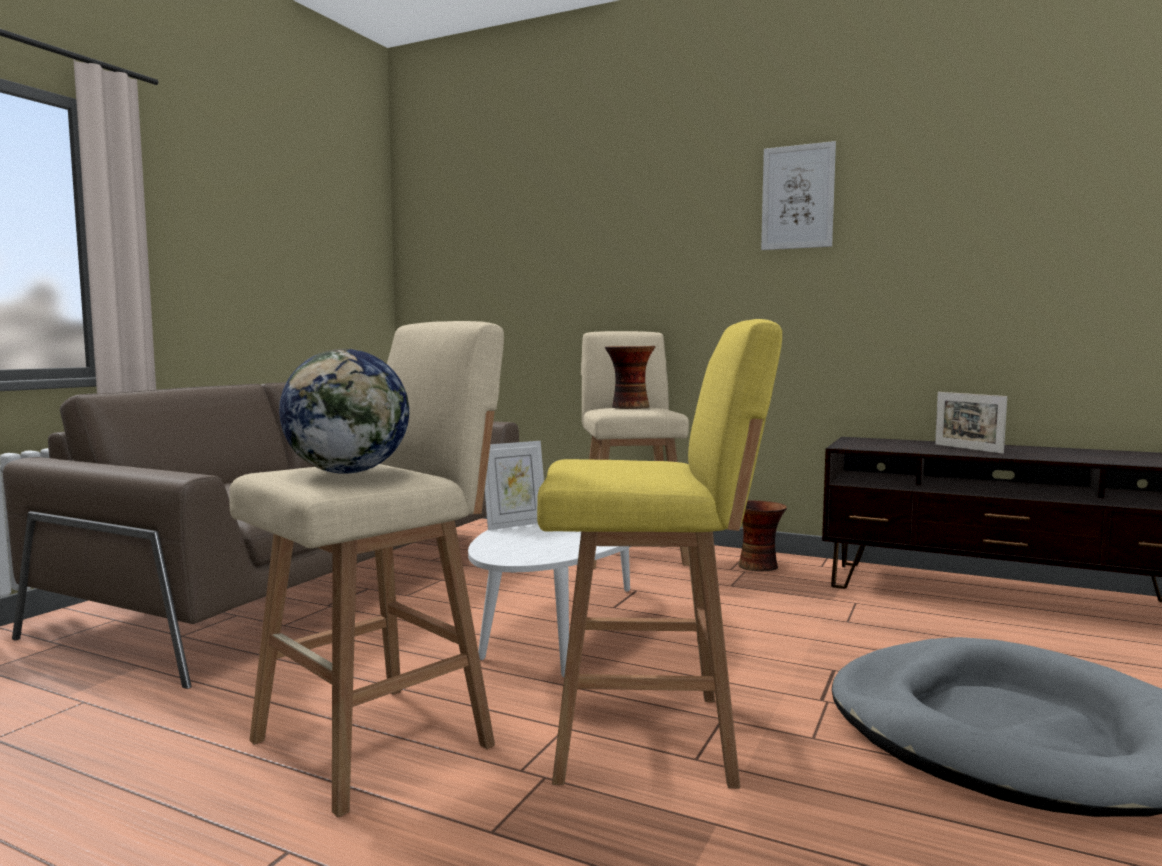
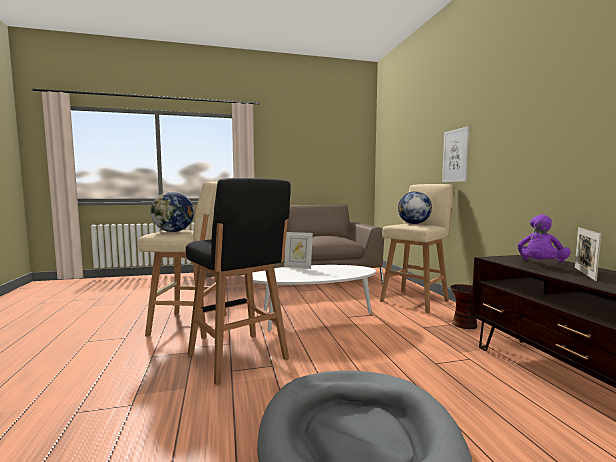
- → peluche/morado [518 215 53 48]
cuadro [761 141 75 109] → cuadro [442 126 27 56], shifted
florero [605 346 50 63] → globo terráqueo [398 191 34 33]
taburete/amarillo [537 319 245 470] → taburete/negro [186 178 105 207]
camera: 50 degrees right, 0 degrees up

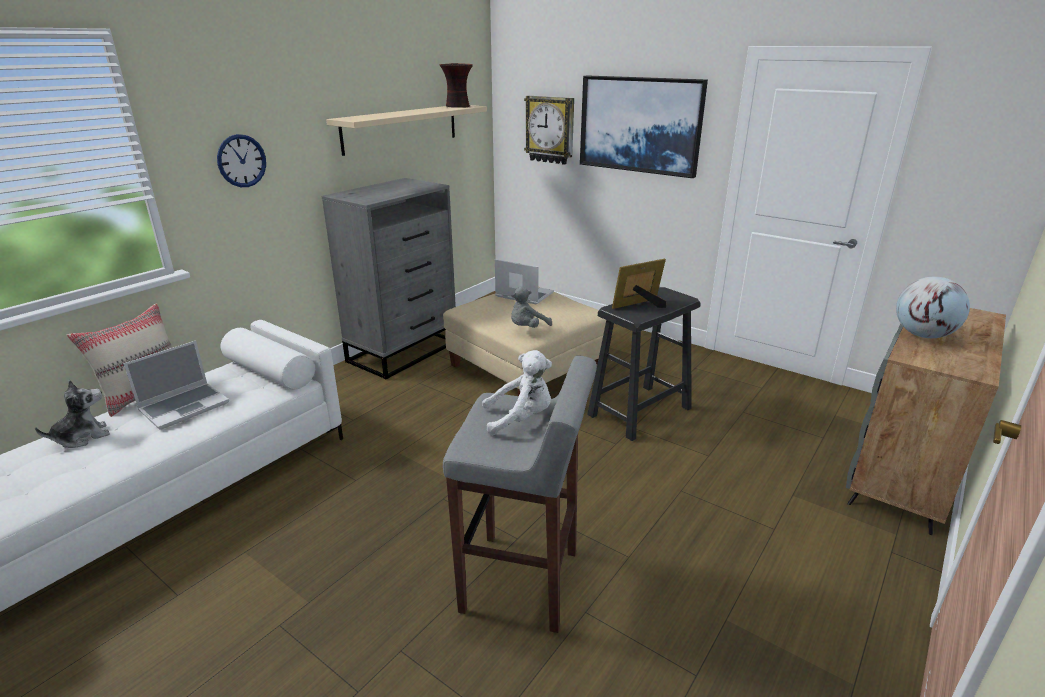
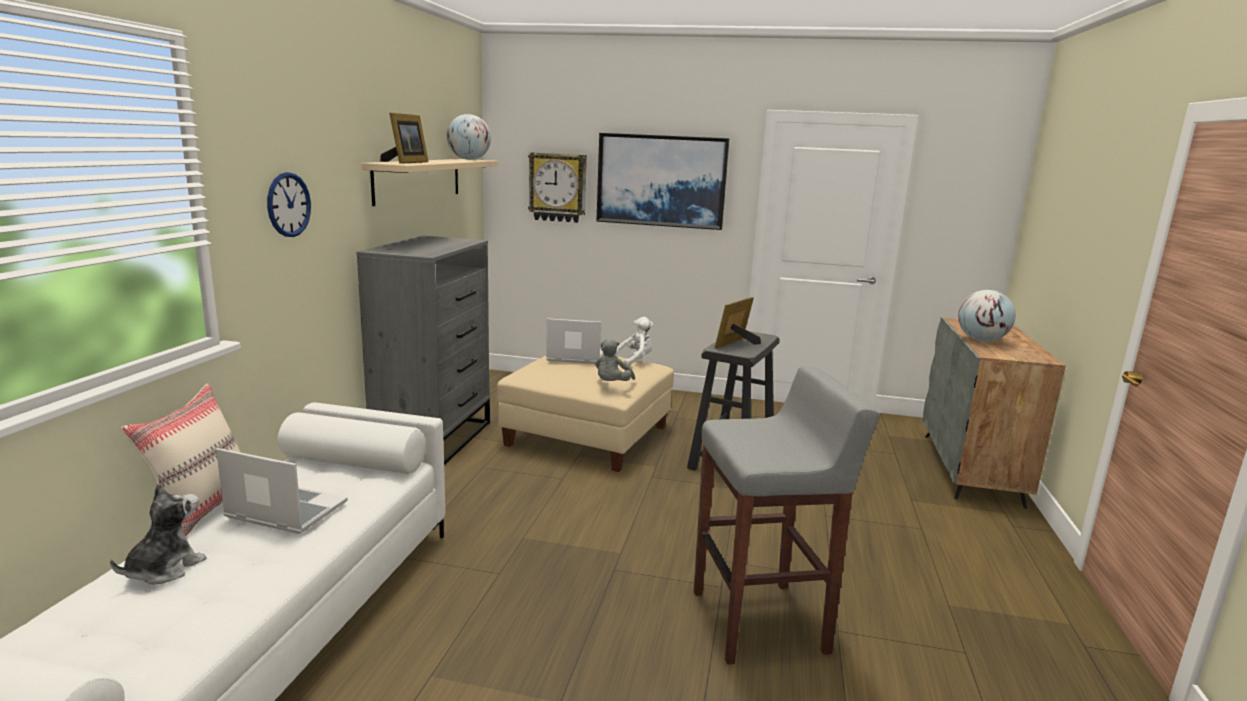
- → portarretratos [380 113 49 51]
peluche/blanco [482 350 70 86] → peluche/blanco [614 317 40 49], shifted
florero [440 63 33 45] → globo terráqueo [447 114 44 46]
portátil [123 340 106 90] → portátil [216 448 132 86], 90 degrees counterclockwise
camera: 25 degrees left, 10 degrees down

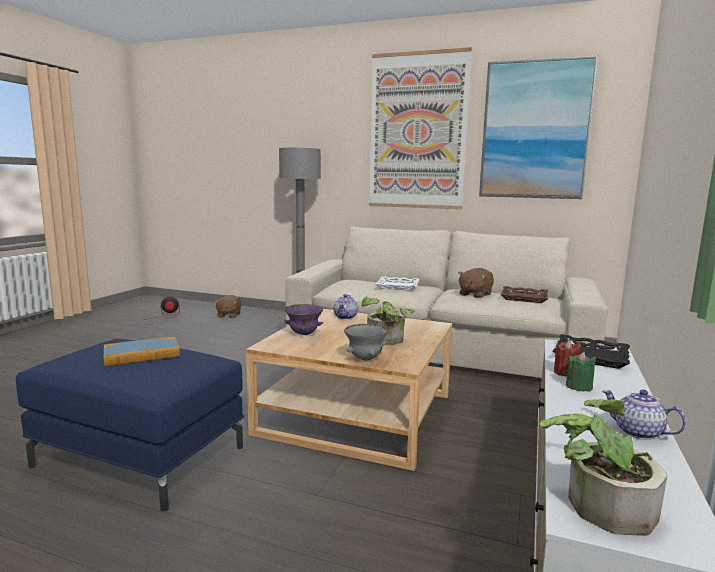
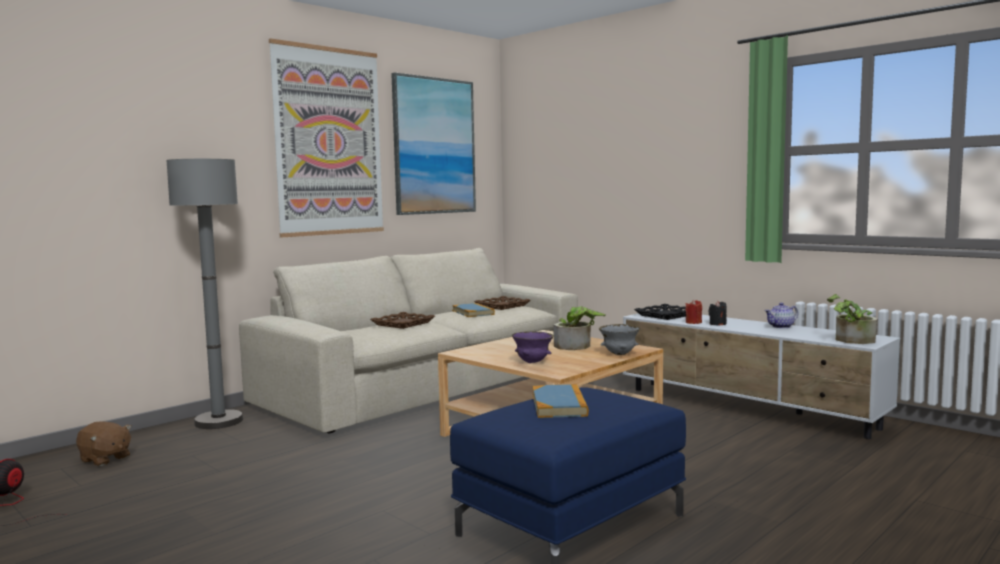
tetera [334 294 24 25] → -
peluche/marrón [458 268 36 30] → libro [452 303 43 14]
bandeja/blanco [376 276 44 15] → bandeja/marrón [370 312 65 17]
vela/verde [566 352 30 40] → vela/negro [708 301 19 25]
camera: 65 degrees left, 5 degrees down

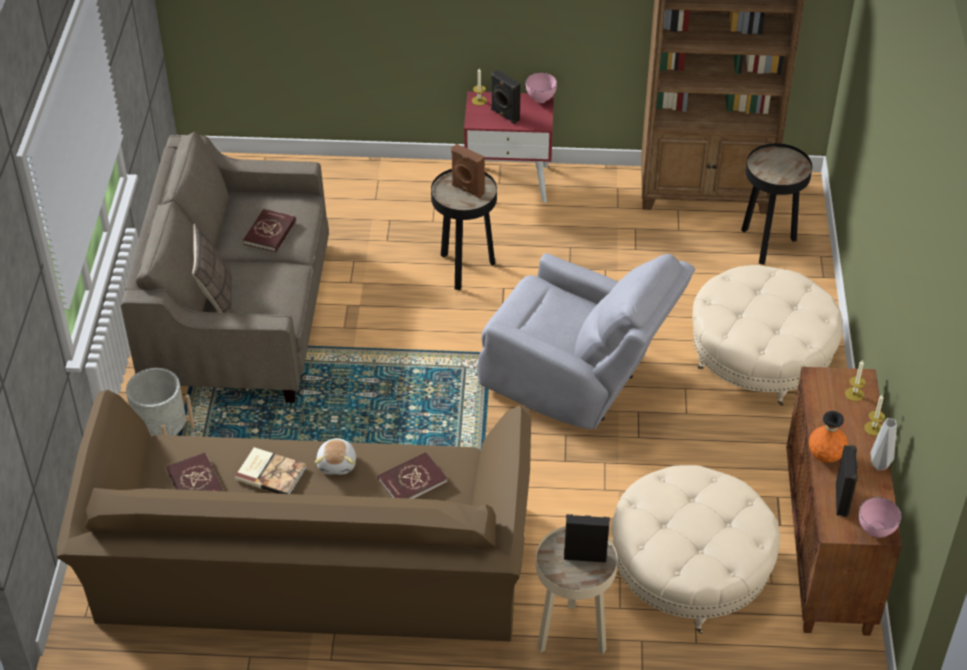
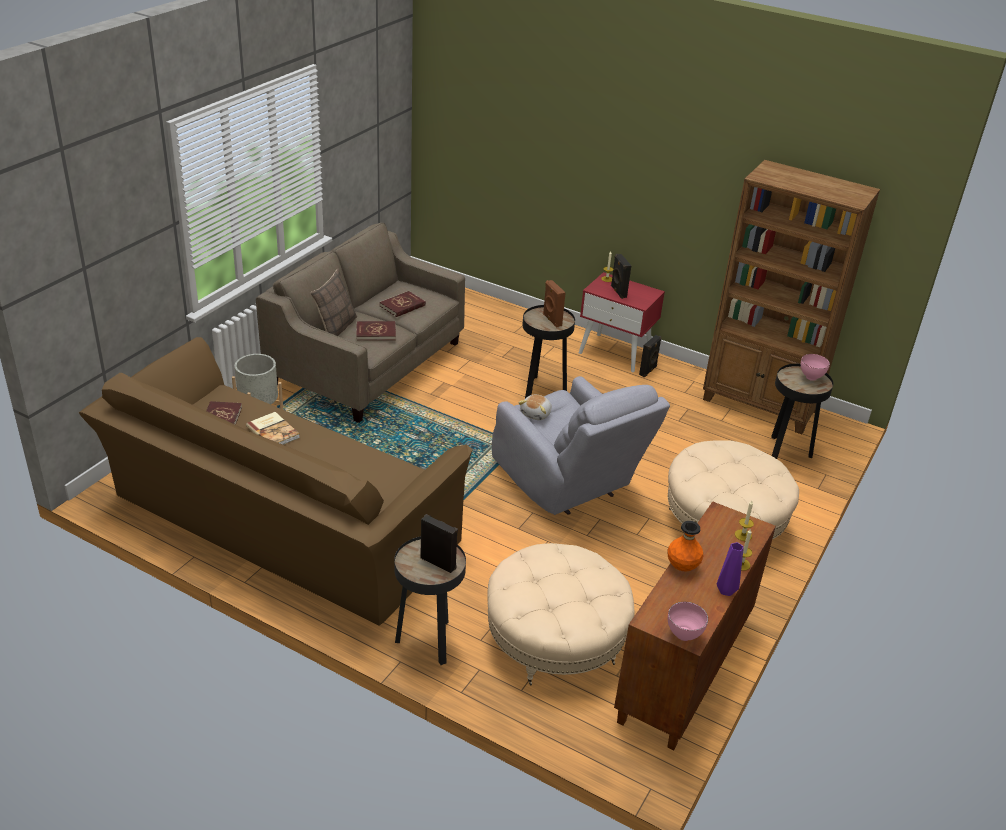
peluche [315 438 41 37] → peluche [518 395 33 25], shifted
libro/rojo [378 452 70 47] → libro/rojo [356 321 40 19], shifted
cuenco/rosa [526 73 31 30] → cuenco/rosa [801 354 29 27], shifted
altavoz/negro [836 445 22 72] → altavoz/negro [639 335 23 42], shifted
mesa auxiliar/beis [536 526 81 129] → mesa auxiliar/negro [394 536 72 129]
florero/gris [871 418 26 53] → florero/morado [717 542 27 54]
camera: 25 degrees right, 10 degrees down

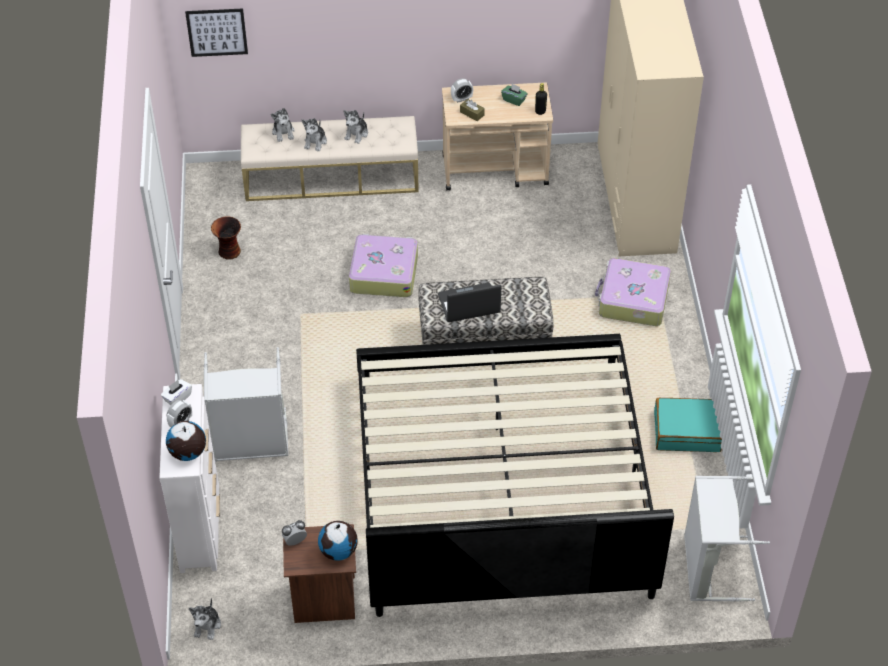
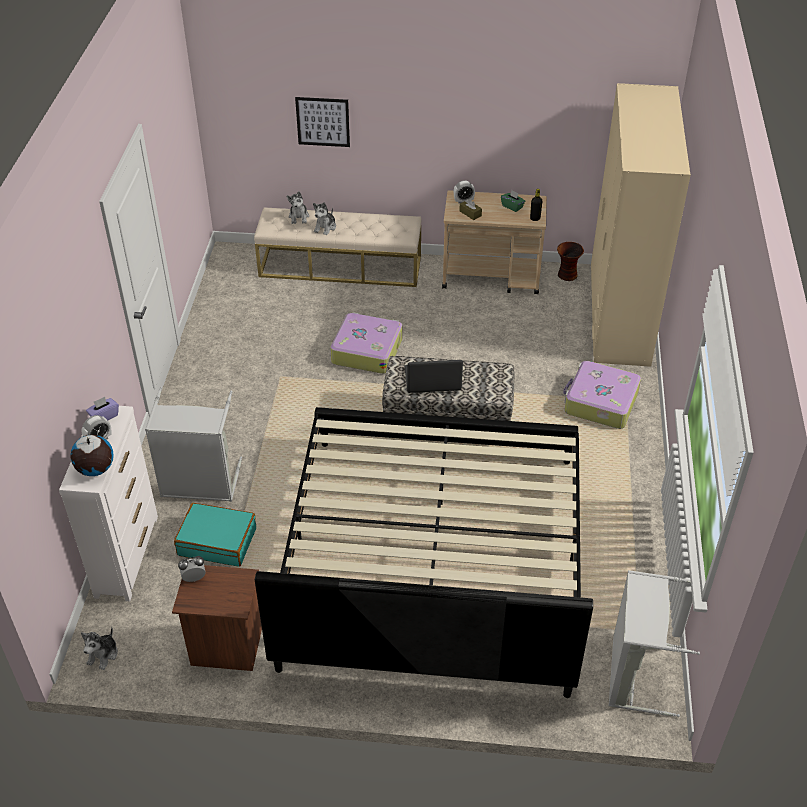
globo terráqueo [318 521 40 40] → -
peluche [343 110 25 34] → -
cuadro [185 8 63 49] → cuadro [295 97 55 50], shifted
florero [211 216 30 44] → florero [557 242 27 39], shifted
maleta/turquesa [654 398 68 54] → maleta/turquesa [174 503 82 64], shifted
caja de pañuelos/blanco [161 379 31 26] → caja de pañuelos/morado [86 397 33 23]
camera: 10 degrees right, 5 degrees down

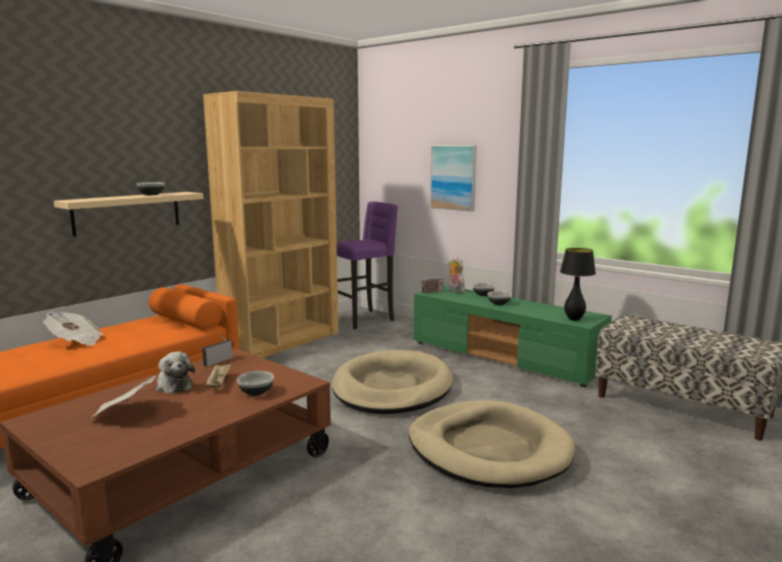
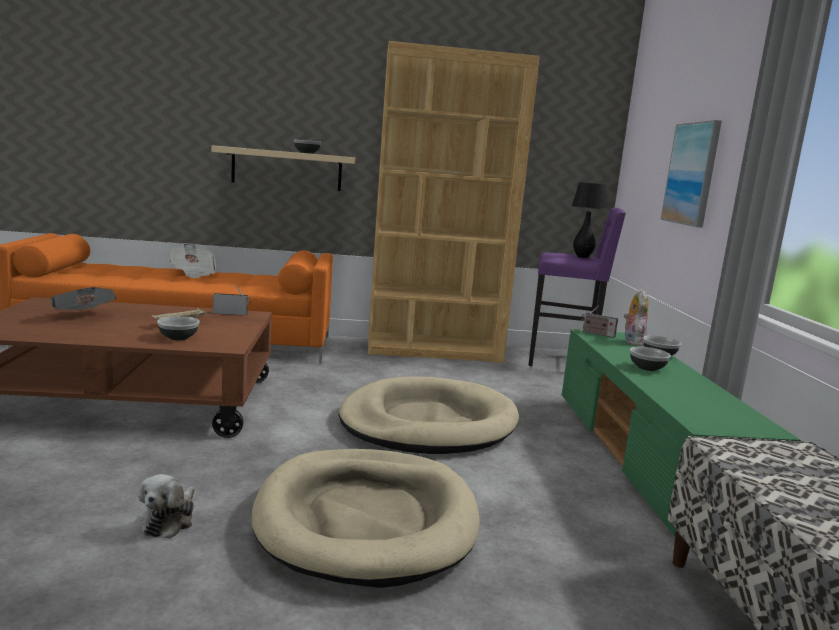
peluche [156 352 39 42] → peluche [138 474 57 65], shifted
lámpara de mesa/negro [560 248 36 73] → lámpara de mesa/negro [572 182 36 76], shifted
camera: 45 degrees right, 0 degrees up

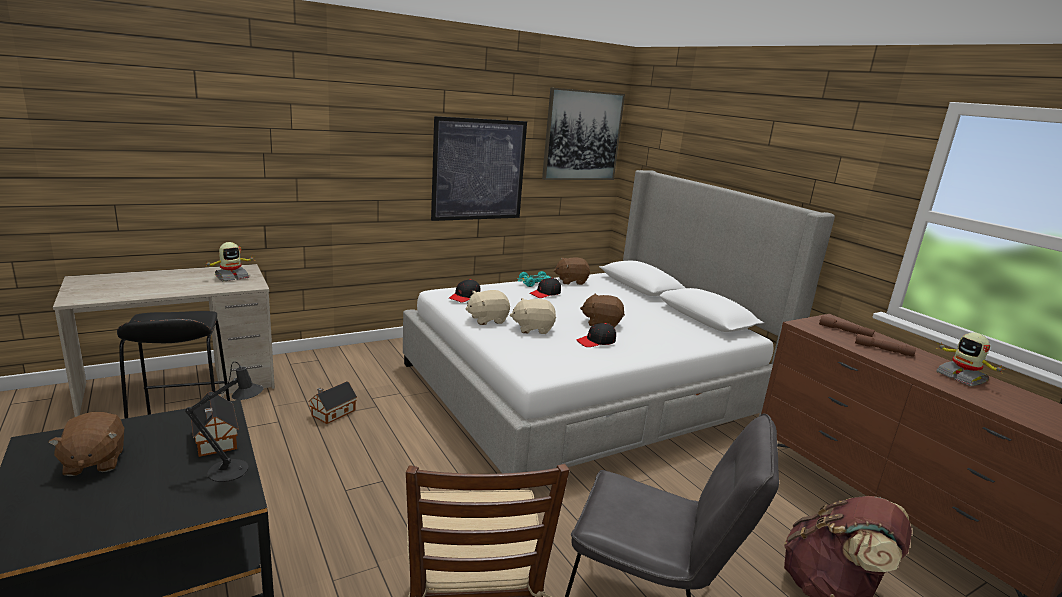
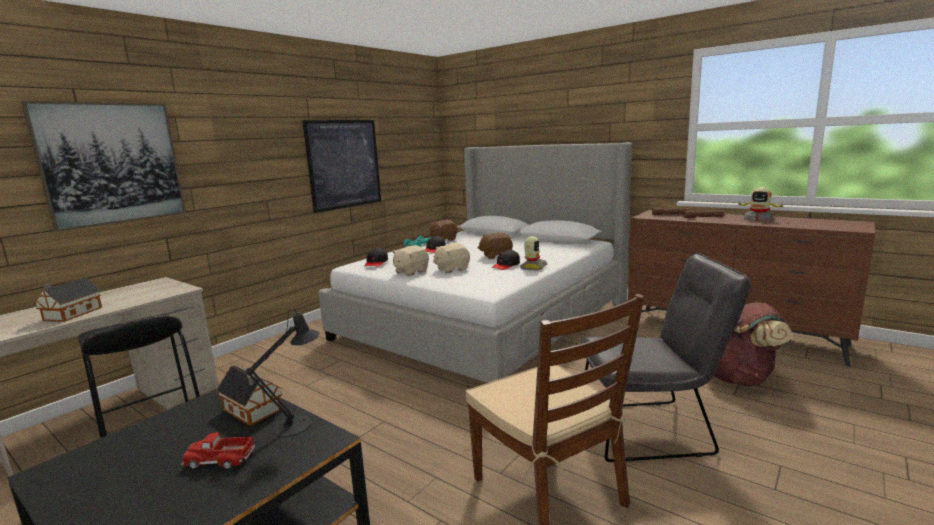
peluche/marrón [48 412 76 64] → -
- → camión de juguete [181 432 74 37]
robot de juguete [205 242 50 40] → robot de juguete [520 236 27 34], shifted
casita [308 381 49 43] → casita [34 277 68 45], shifted
cuadro [542 87 83 93] → cuadro [21 101 165 131], shifted
camera: 20 degrees left, 5 degrees down

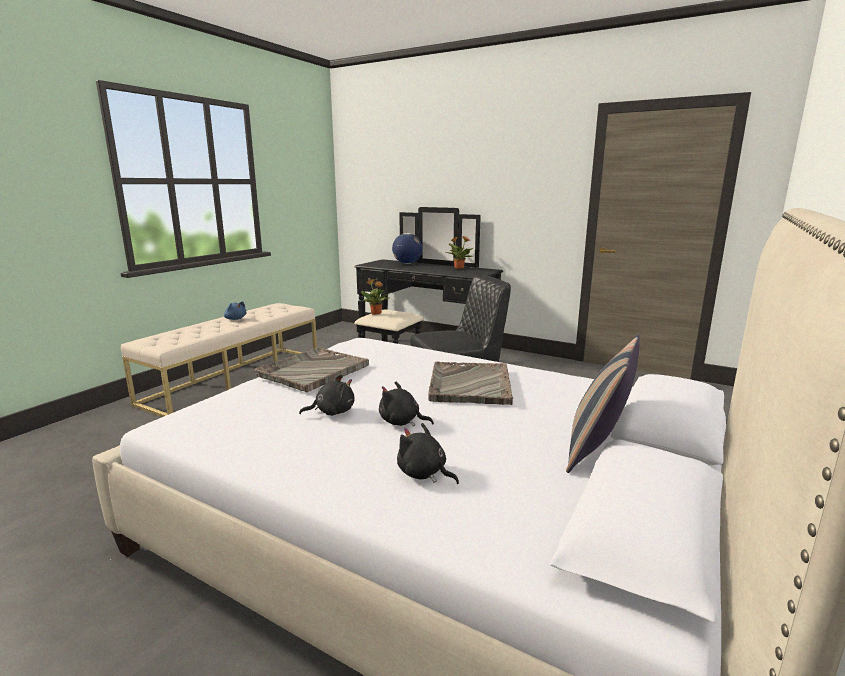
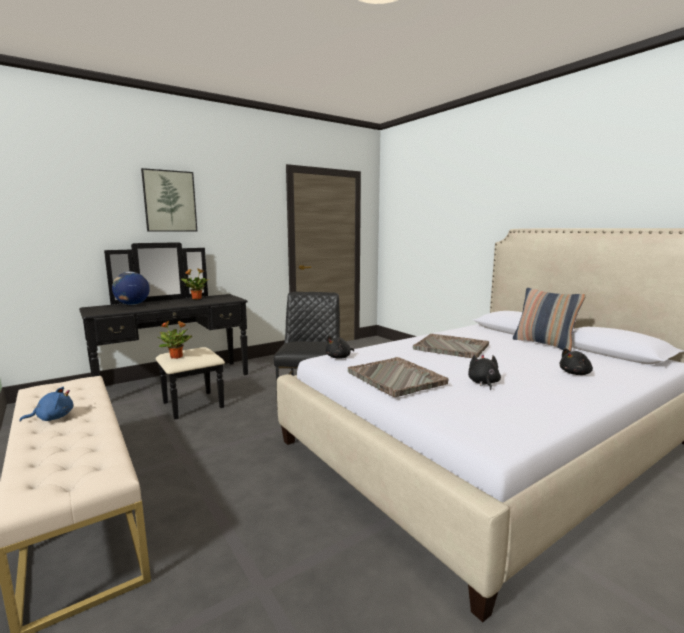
- → cuadro [141 168 56 64]
peluche/negro [379 381 55 46] → peluche/negro [325 335 29 24], shifted
camera: 65 degrees left, 5 degrees down

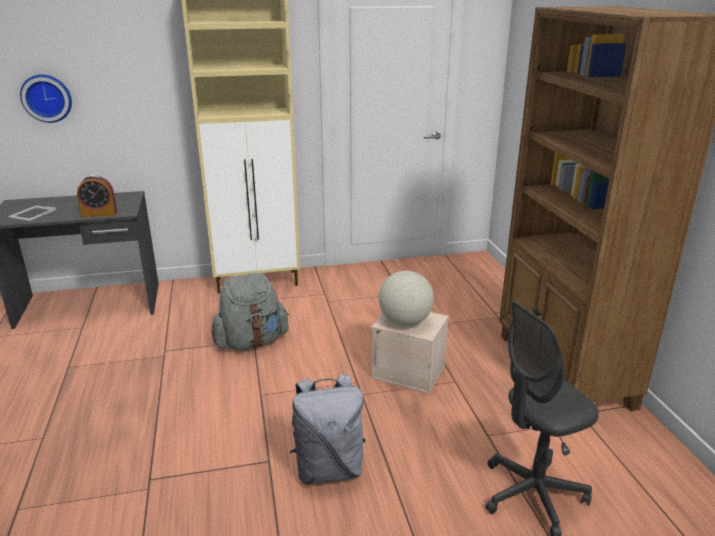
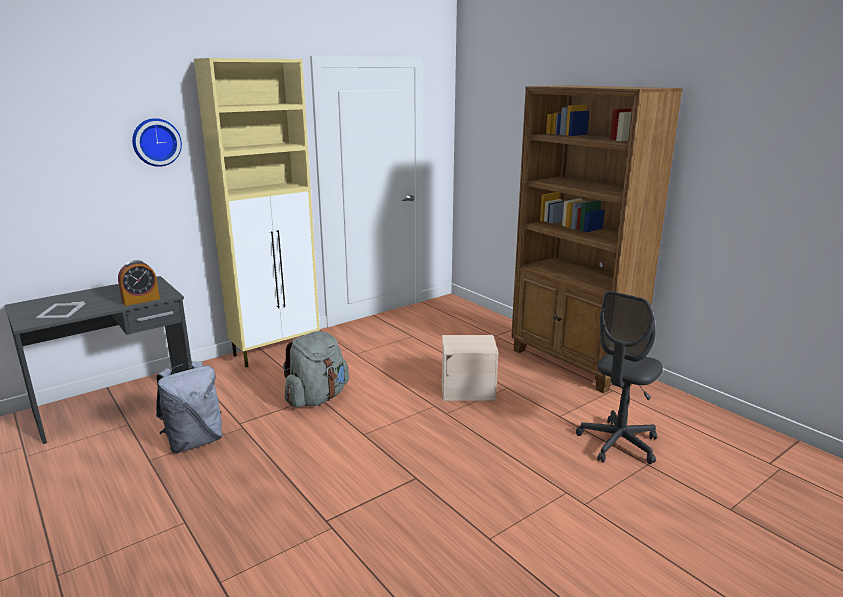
globo terráqueo [378 271 56 55] → -
reloj de pared [20 74 52 49] → reloj de pared [132 118 50 49], shifted
mochila/gris [290 374 76 111] → mochila/gris [156 361 67 92], shifted
camera: 25 degrees left, 5 degrees down

